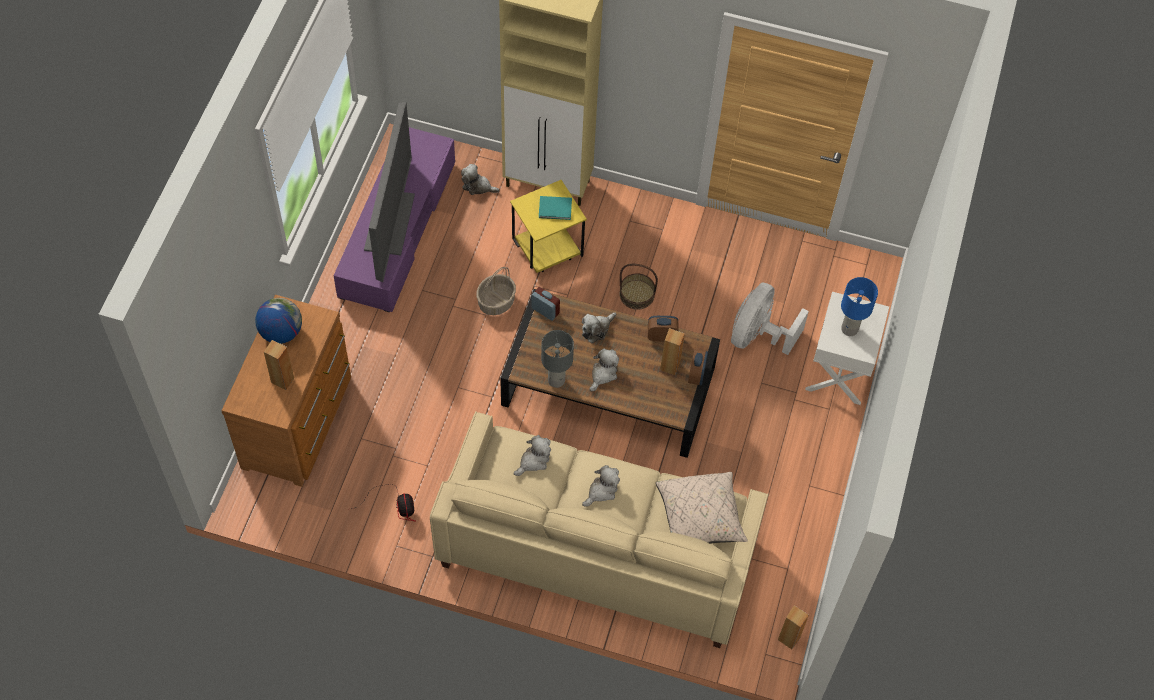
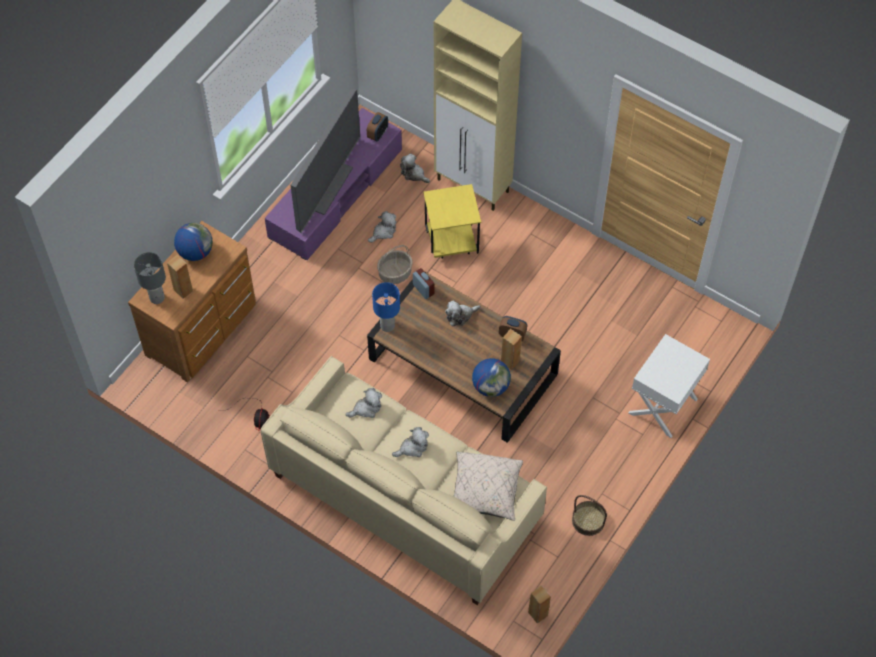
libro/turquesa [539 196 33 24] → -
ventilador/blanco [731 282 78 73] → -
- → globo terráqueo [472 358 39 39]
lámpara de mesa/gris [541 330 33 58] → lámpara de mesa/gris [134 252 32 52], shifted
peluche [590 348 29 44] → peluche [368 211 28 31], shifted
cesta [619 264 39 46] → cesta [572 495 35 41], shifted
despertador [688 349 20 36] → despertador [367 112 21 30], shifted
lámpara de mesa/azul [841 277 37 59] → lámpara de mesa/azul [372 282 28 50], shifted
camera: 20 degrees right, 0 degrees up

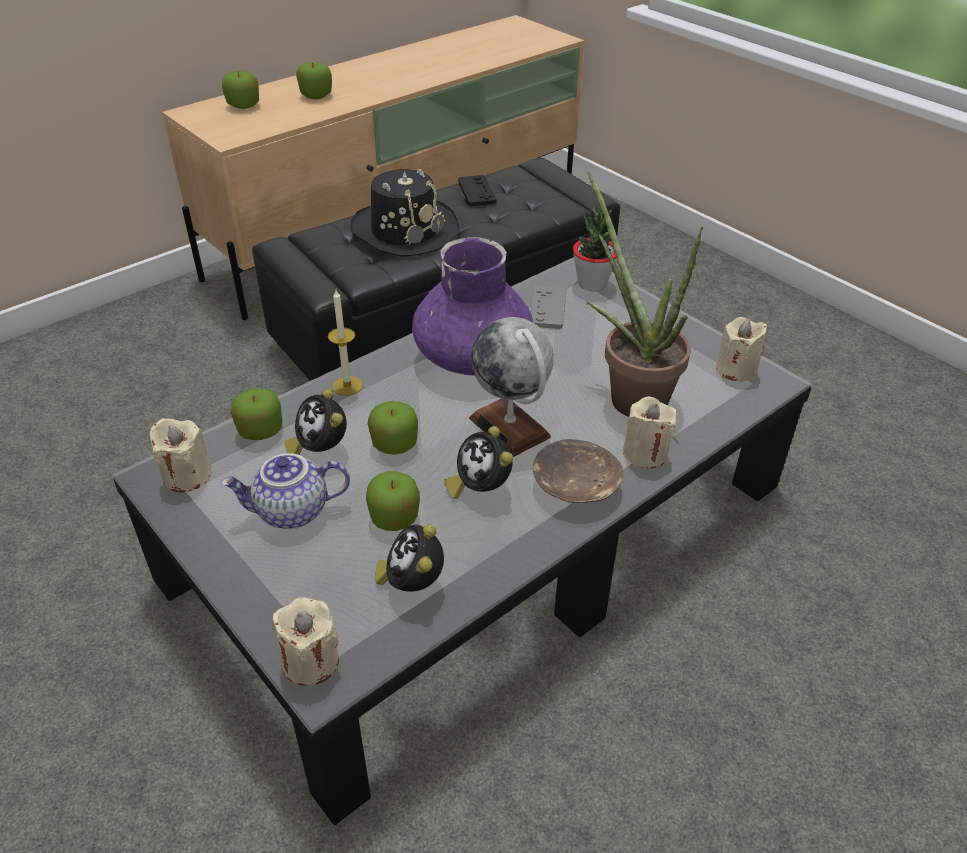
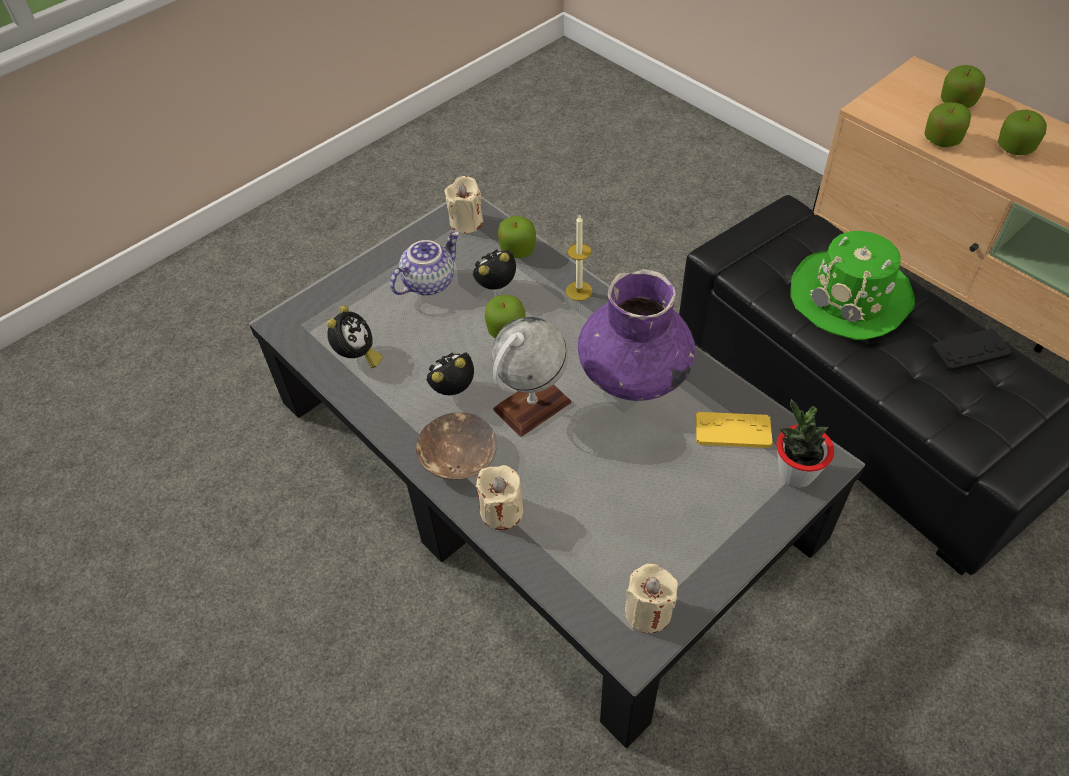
vela/beis [273 597 66 89] → -
planta en maceta [587 172 116 245] → -
manzana [366 471 54 60] → manzana [924 102 47 45], shifted
sombrero/negro [351 169 108 88] → sombrero/verde [790 231 125 109]
mando de consola/gris [530 286 37 43] → mando de consola/amarillo [696 412 77 36]
tetera [221 453 129 76] → tetera [390 231 70 65], 60 degrees clockwise
despertador [375 524 69 68] → despertador [327 305 56 63], 105 degrees clockwise
camera: 90 degrees right, 10 degrees up

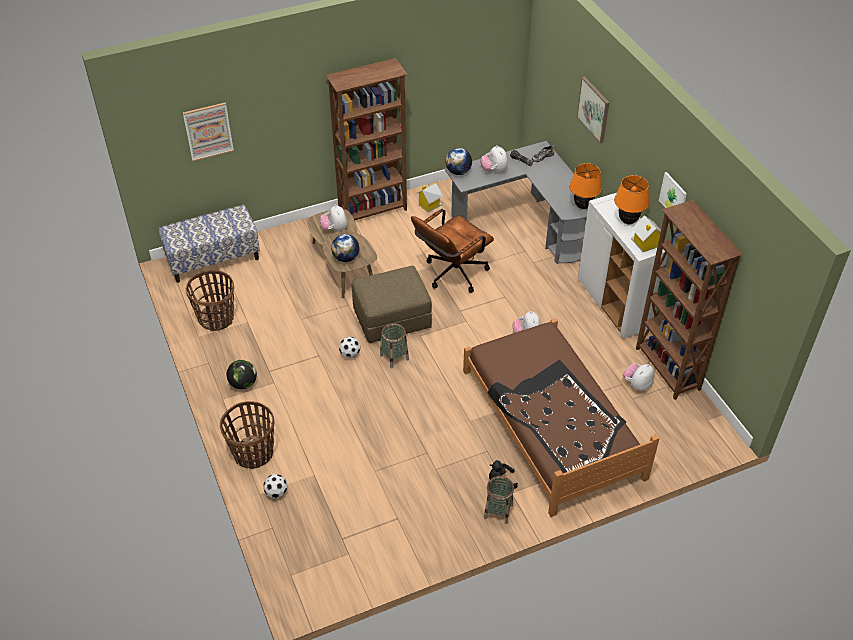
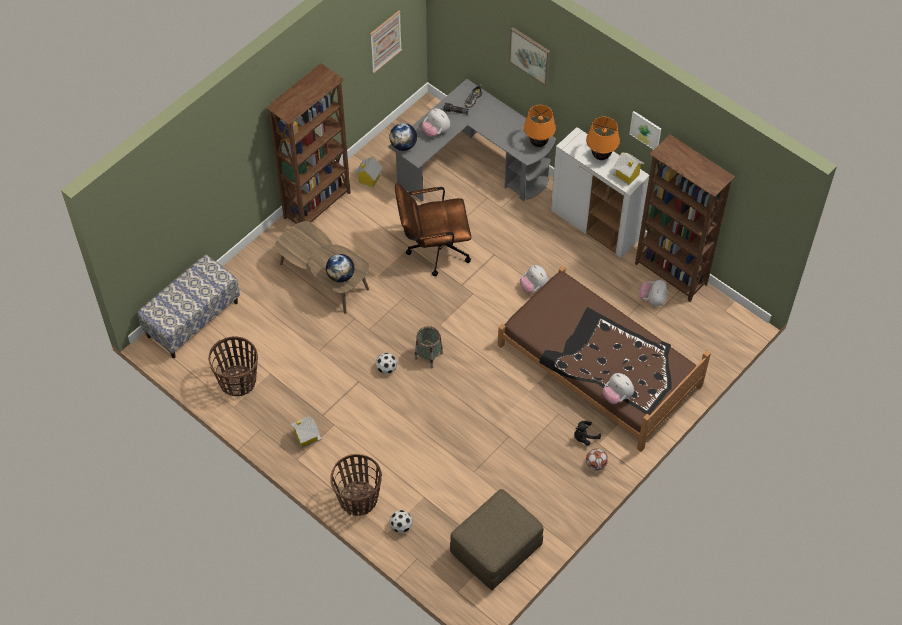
cuadro [183 102 51 59] → cuadro [370 11 32 62], shifted
peluche [320 205 27 27] → peluche [603 373 31 31], shifted
puf/marrón [352 266 80 77] → puf/marrón [450 489 94 101], shifted
globo terráqueo [226 360 31 30] → casita [291 416 31 32]
cesta [484 476 30 48] → balón de fútbol [586 449 22 22]
silla de oficina/marrón [411 209 83 84] → silla de oficina/marrón [395 183 76 93], 60 degrees clockwise
camera: 25 degrees left, 10 degrees up

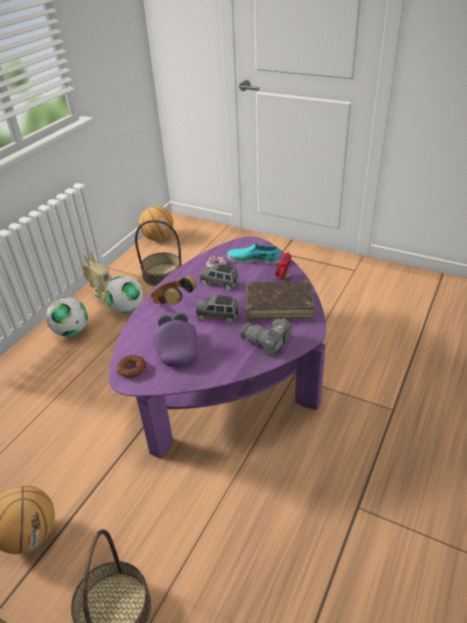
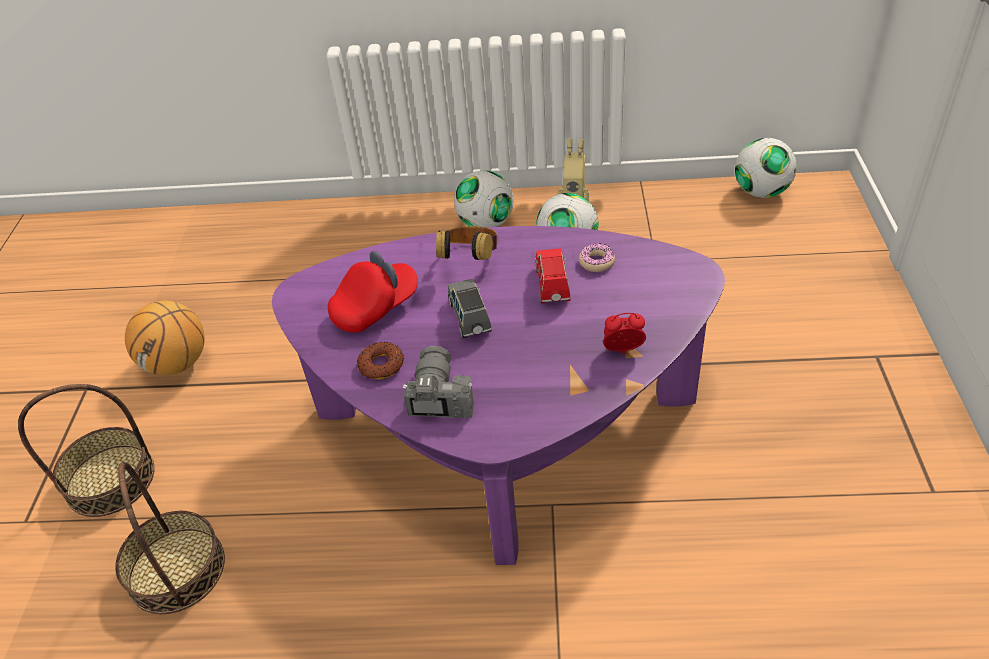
zapato/turquesa [227 243 53 21] → -
libro/marrón [246 282 69 38] → -
rosquilla [117 355 29 23] → rosquilla [357 342 47 37], shifted
cesta [135 220 47 66] → cesta [115 462 110 152], shifted
balón de baloncesto [139 206 35 35] → balón de fútbol [735 138 62 60]
gorra/morado [153 313 45 54] → gorra/rojo [328 251 90 82]
coche de juguete/gris [199 263 40 28] → coche de juguete/rojo [535 248 35 56]
camera: 65 degrees right, 5 degrees up

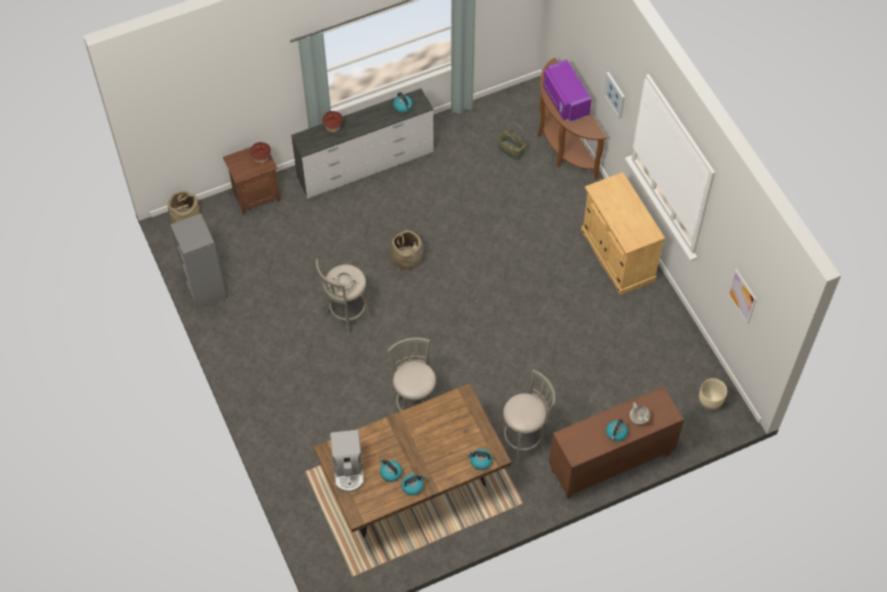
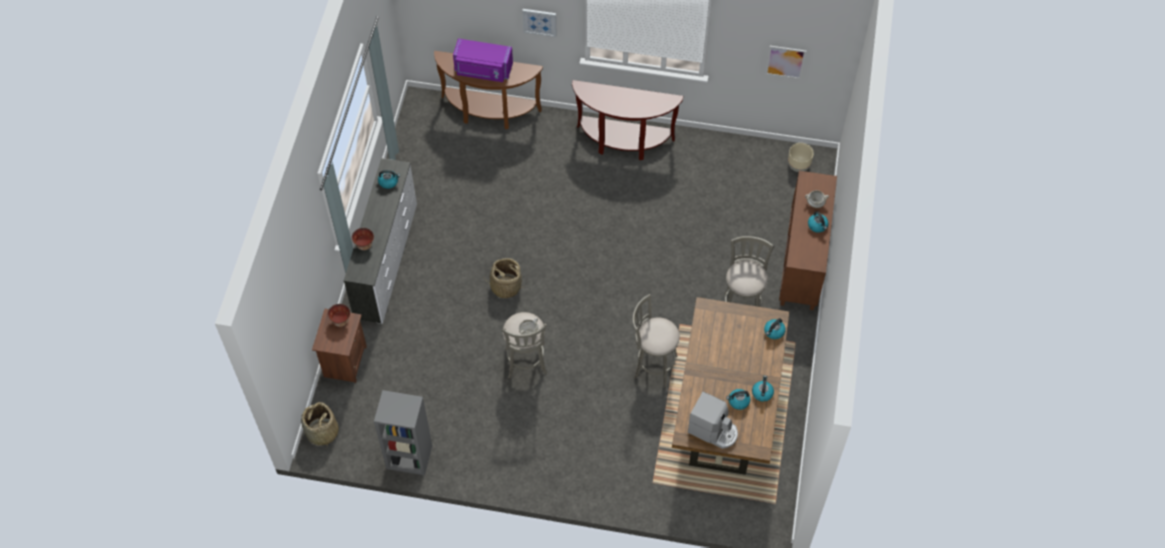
cesta [498 123 28 37] → -
armario/beis [581 172 84 123] → mesa consola/marrón [572 80 111 80]
camera: 55 degrees left, 0 degrees up

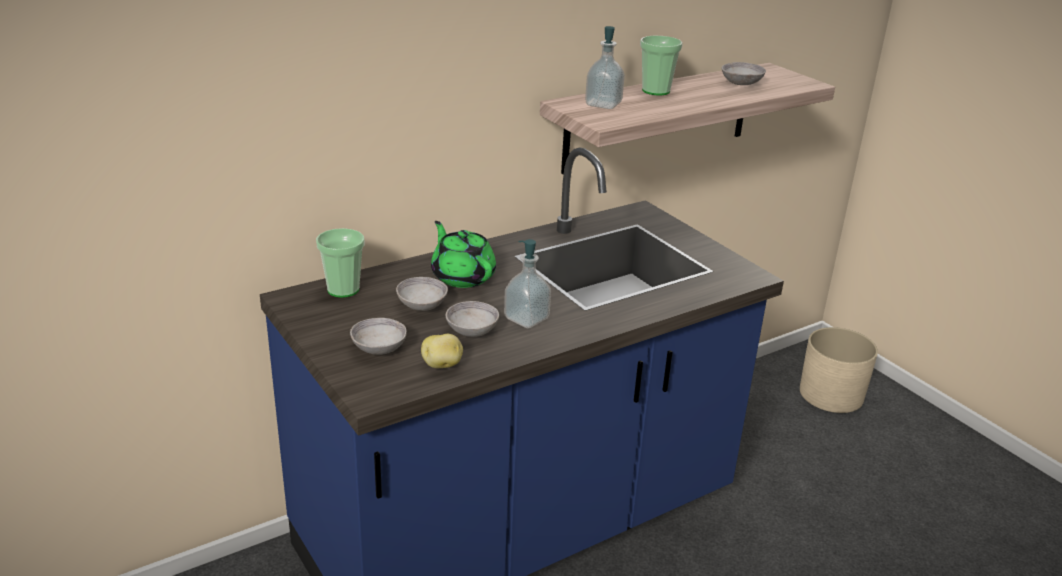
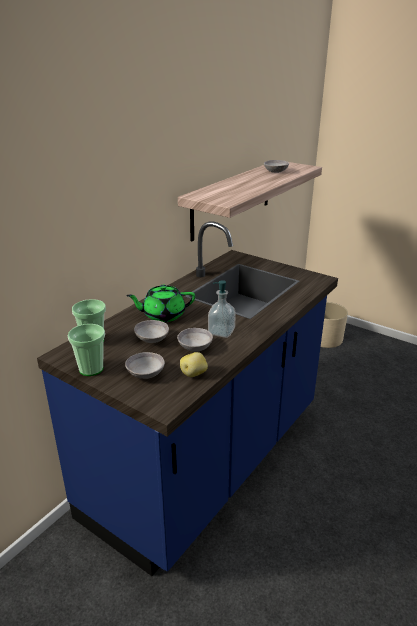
dispensador de jabón [585 26 40 83] → -
taza [640 36 43 59] → taza [68 324 37 52], shifted
tetera/verde [431 221 65 67] → tetera/verde [126 285 69 37], 45 degrees counterclockwise
camera: 20 degrees left, 0 degrees up

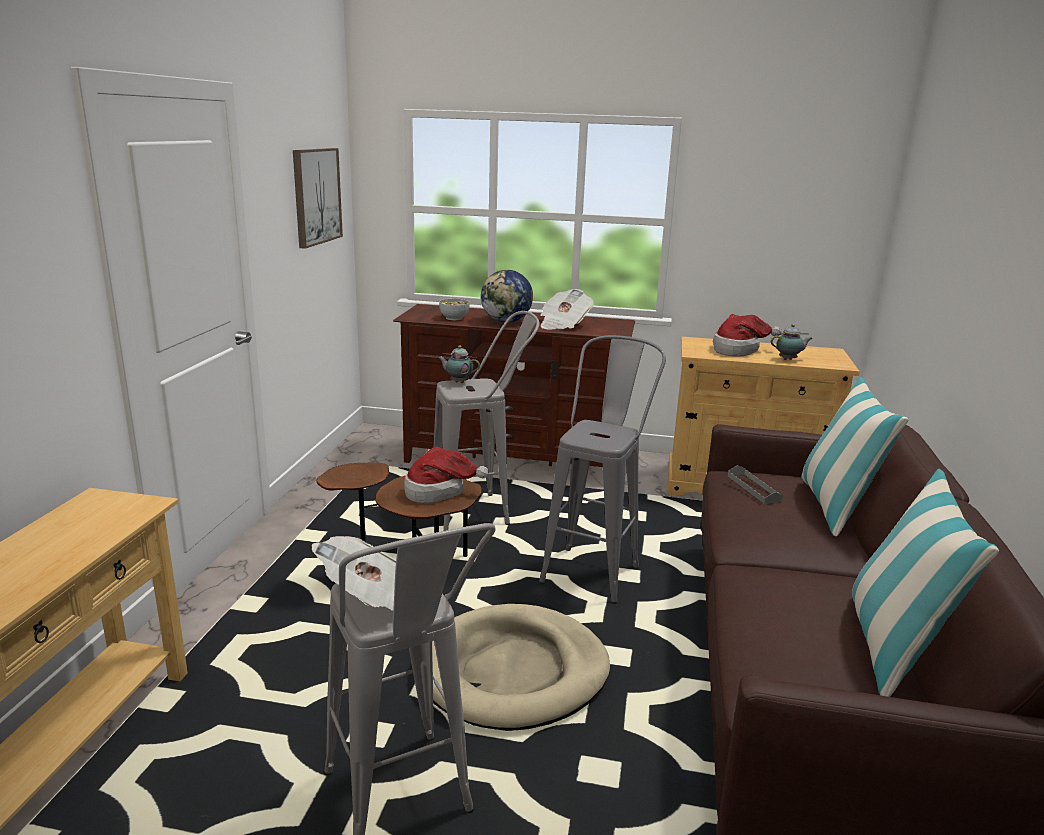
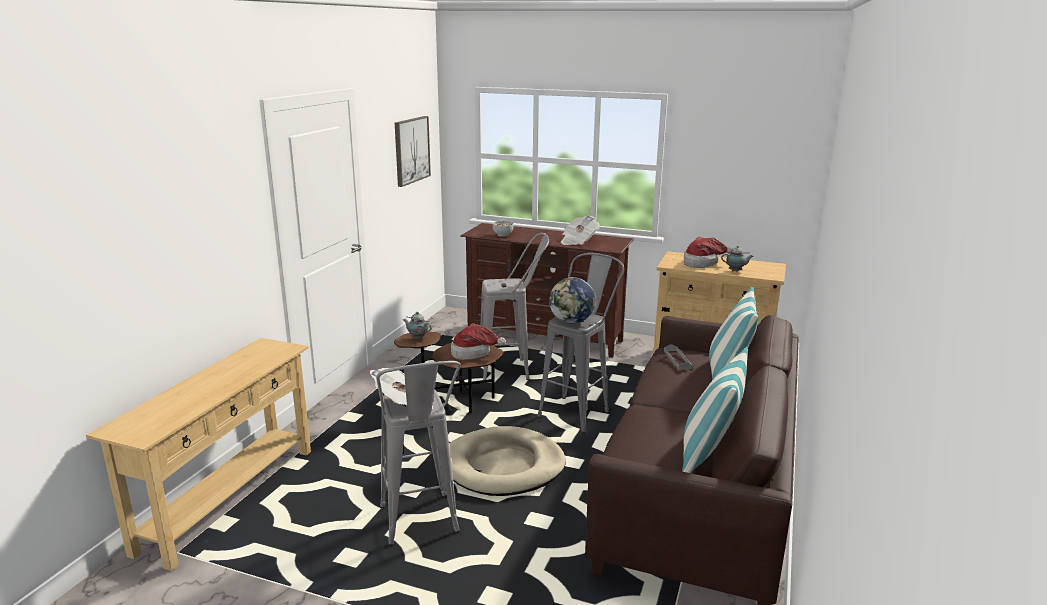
tetera [438 345 42 38] → tetera [403 312 29 28], shifted
globo terráqueo [481 270 52 52] → globo terráqueo [549 277 47 46], shifted
camera: 10 degrees right, 0 degrees up

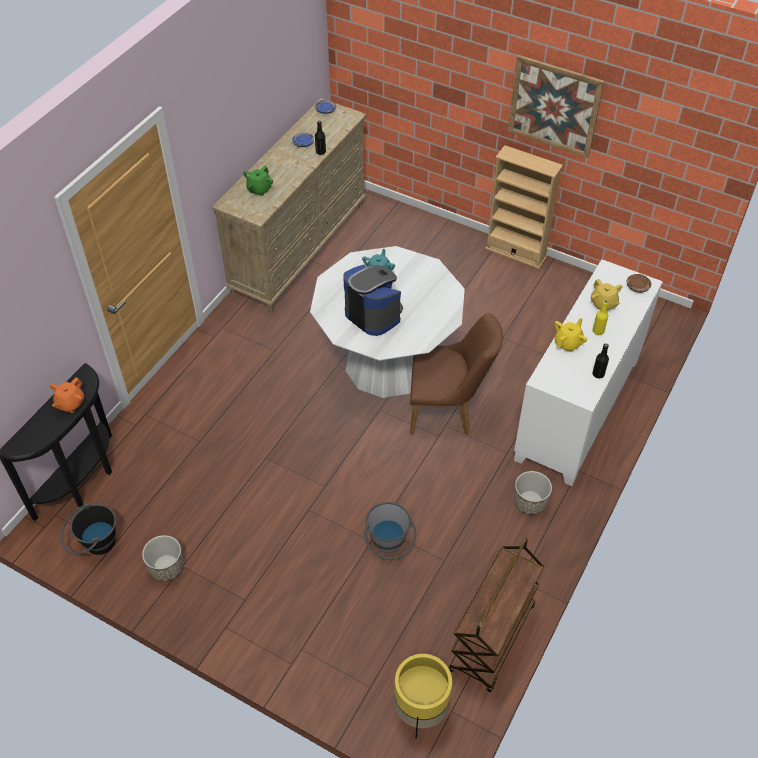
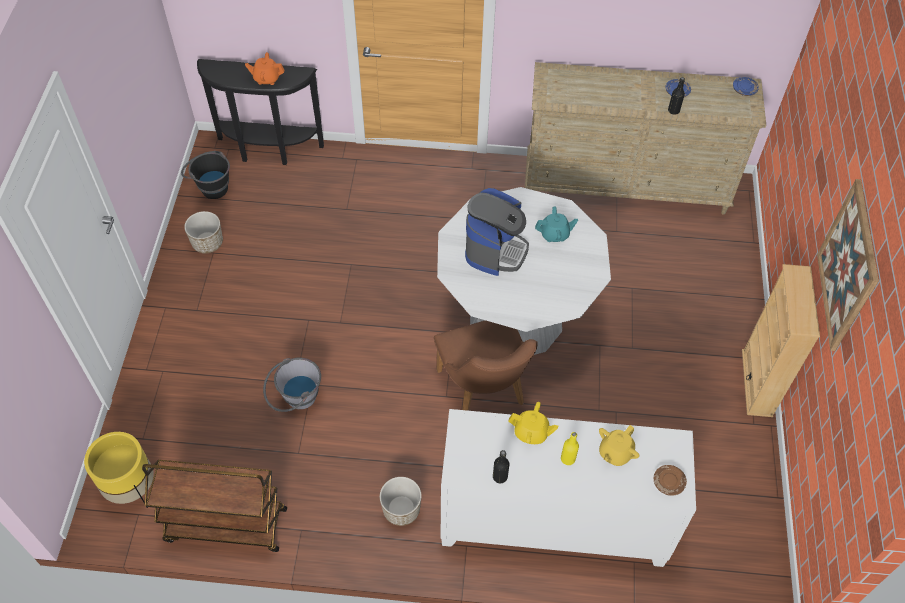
tetera/verde [243 166 30 30] → -
camera: 65 degrees right, 5 degrees up

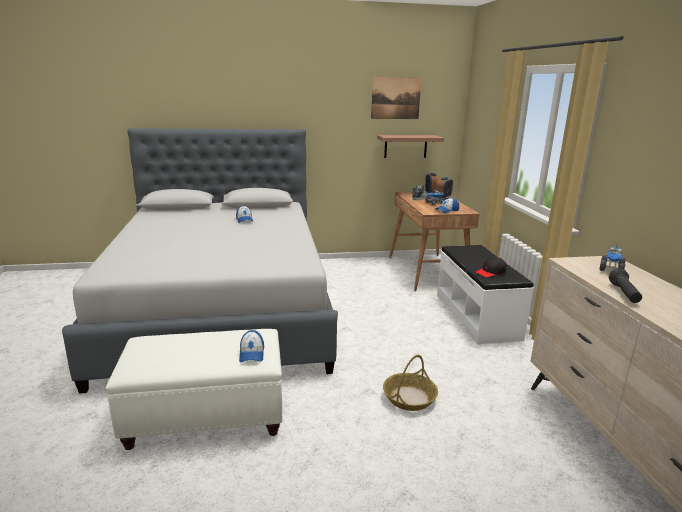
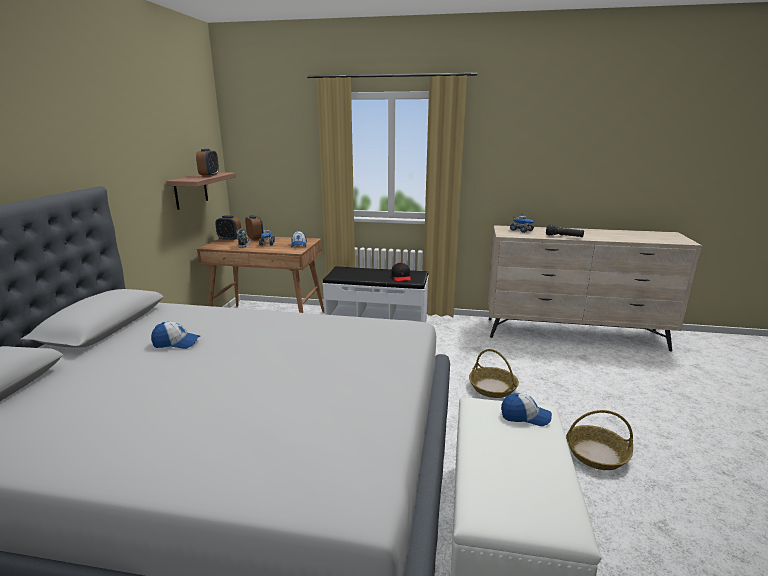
cuadro [371 77 50 42] → -
- → despertador [196 149 23 28]
- → cesta [566 410 67 60]
camera: 70 degrees left, 0 degrees up

